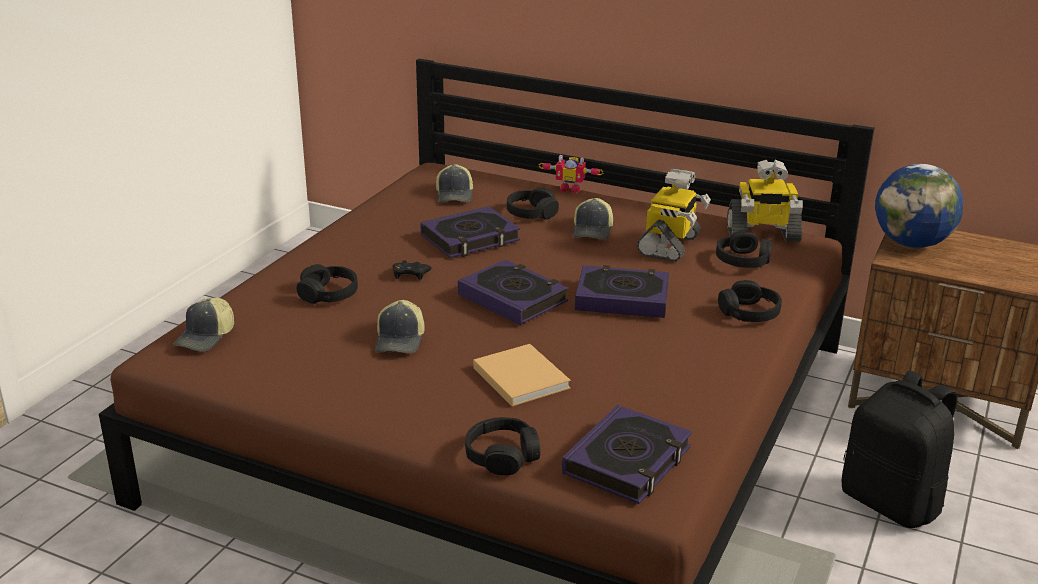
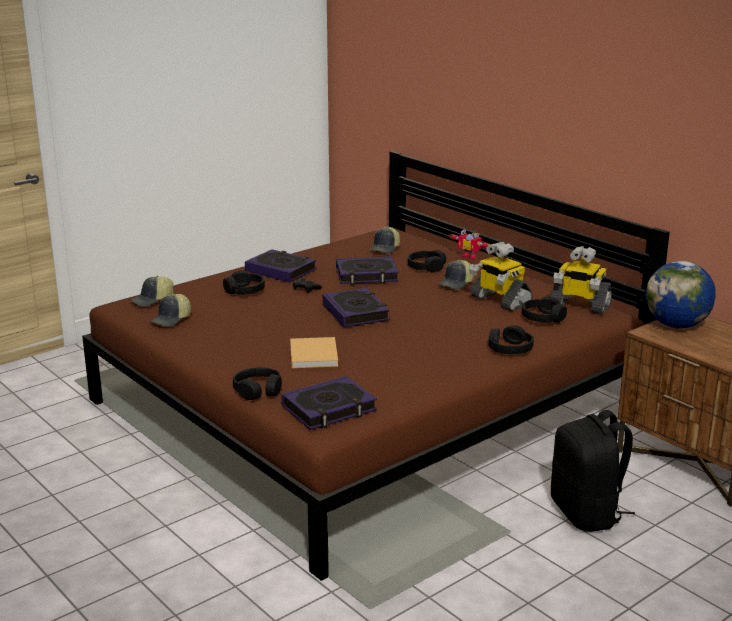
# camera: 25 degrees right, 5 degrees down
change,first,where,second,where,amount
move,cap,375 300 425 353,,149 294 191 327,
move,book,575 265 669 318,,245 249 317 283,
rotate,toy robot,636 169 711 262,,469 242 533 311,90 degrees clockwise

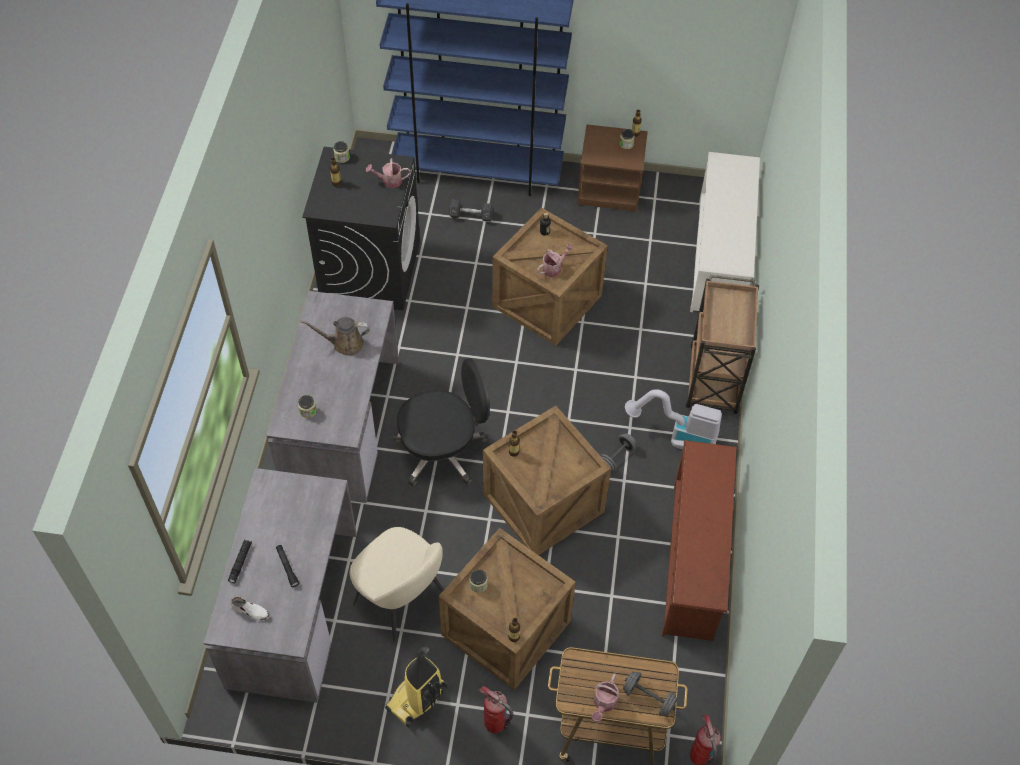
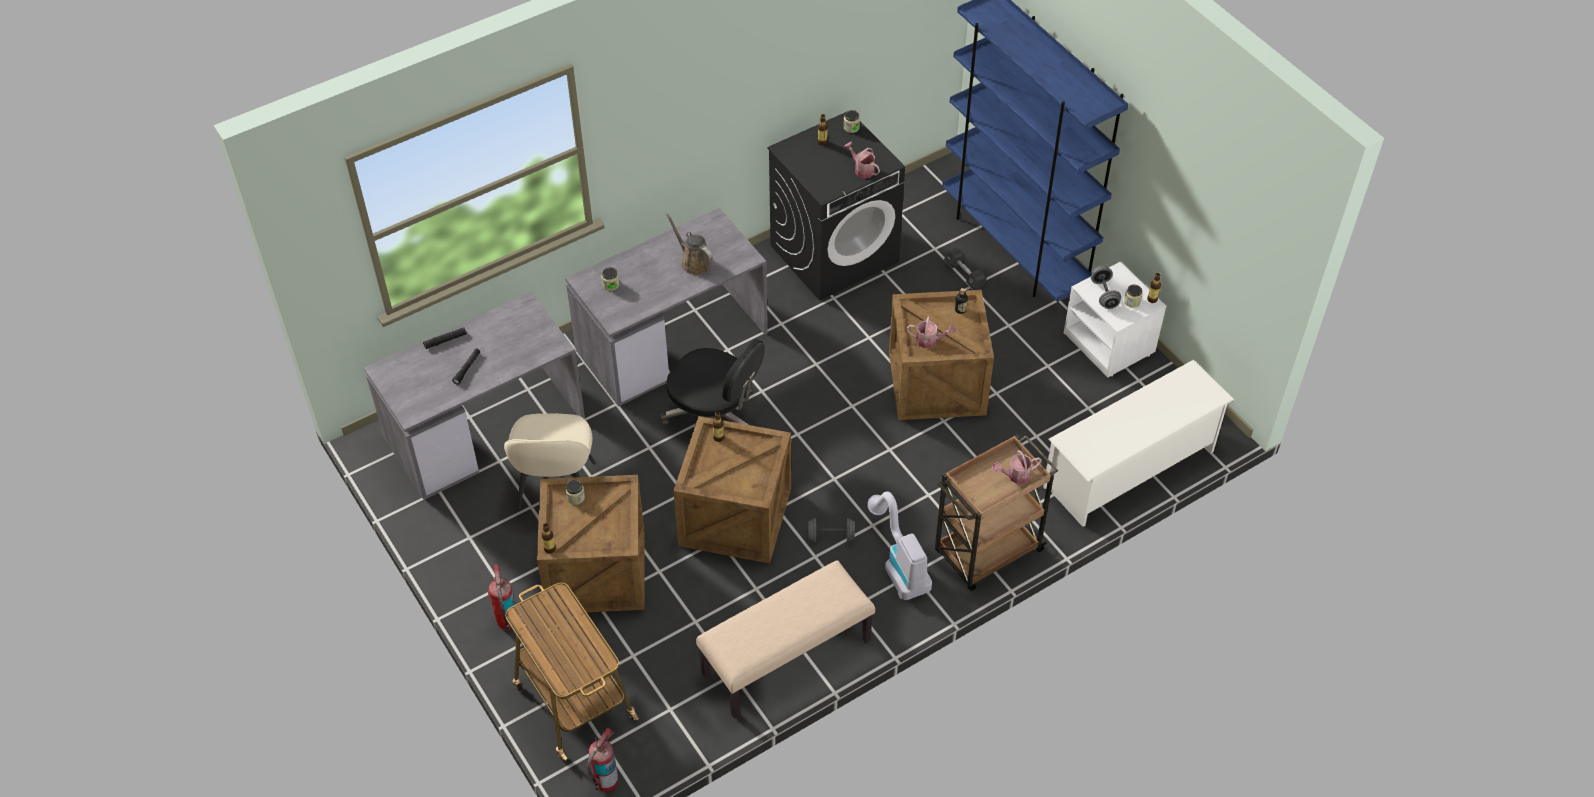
# camera: 50 degrees right, 5 degrees down
change,first,where,second,where,amount
delete,shoe (white),231 597 269 620,,,
delete,vacuum cleaner,385 647 447 727,,,
recolor,nightstand (brown),577 124 648 212,nightstand (white),1064 262 1166 378,
move,watering can,592 673 620 722,,992 450 1042 484,
move,dumbbell (grey),623 672 678 716,,1091 266 1121 309,
replace,shoe rack (brown),662 440 736 641,bench (beige),696 560 875 718,

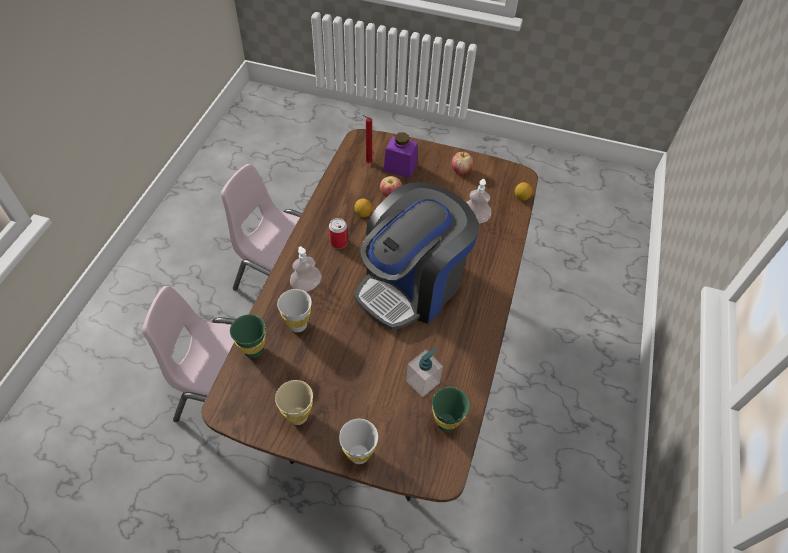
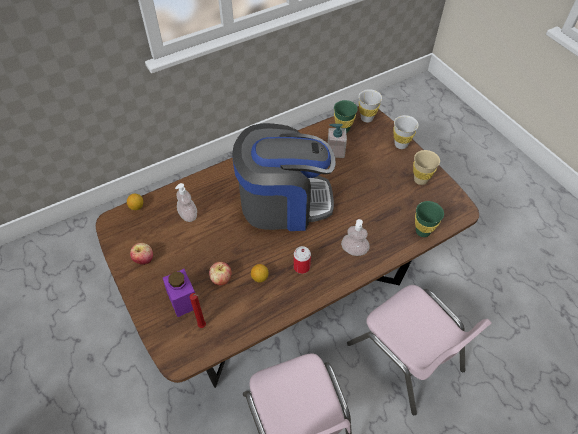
# camera: 135 degrees left, 0 degrees up
change,first,where,second,where,amount
move,cup (white),277 289 312 332,,359 89 382 122,

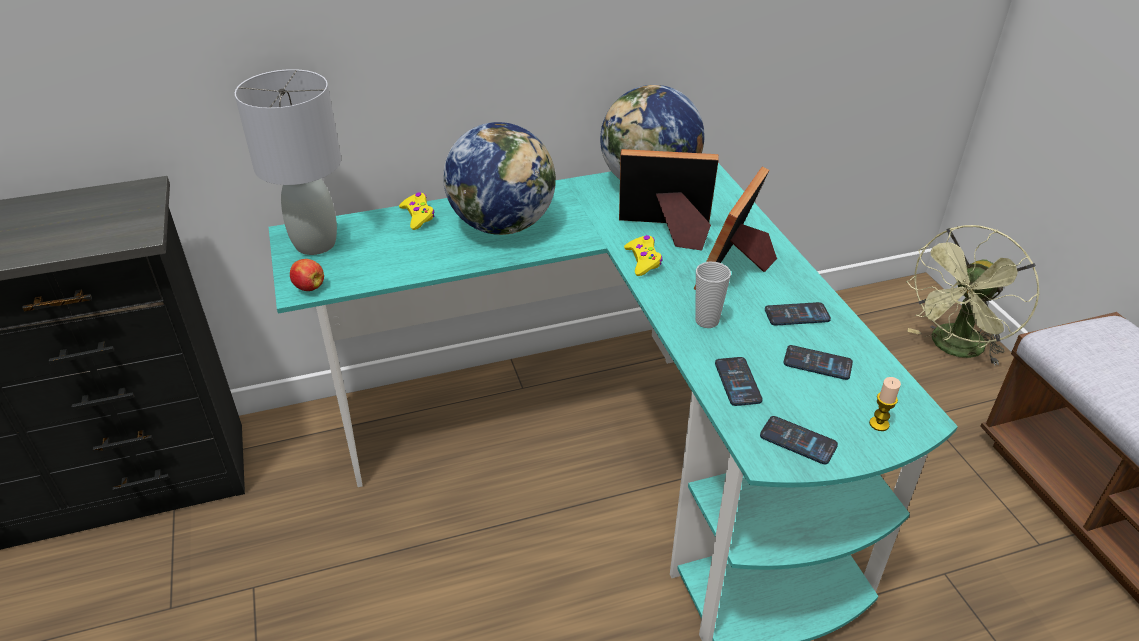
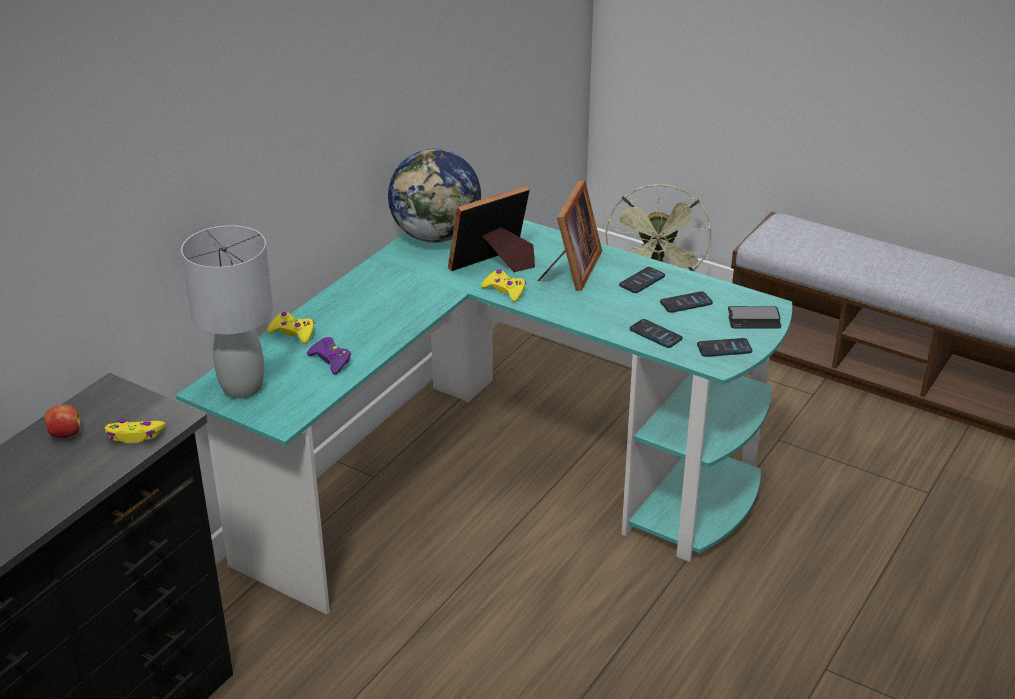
# camera: 40 degrees left, 5 degrees down
change,first,where,second,where,amount
move,apple,290 259 324 291,,44 404 81 438,
delete,globe,443 122 556 235,,,
rotate,picture frame,694 167 777 290,,538 180 602 291,150 degrees counterclockwise
delete,cup,695 262 731 328,,,
replace,candle,869 377 901 431,phone,728 306 781 329,
insert,,,game controller (yellow),105 419 166 443,
insert,,,game controller (purple),307 337 351 374,

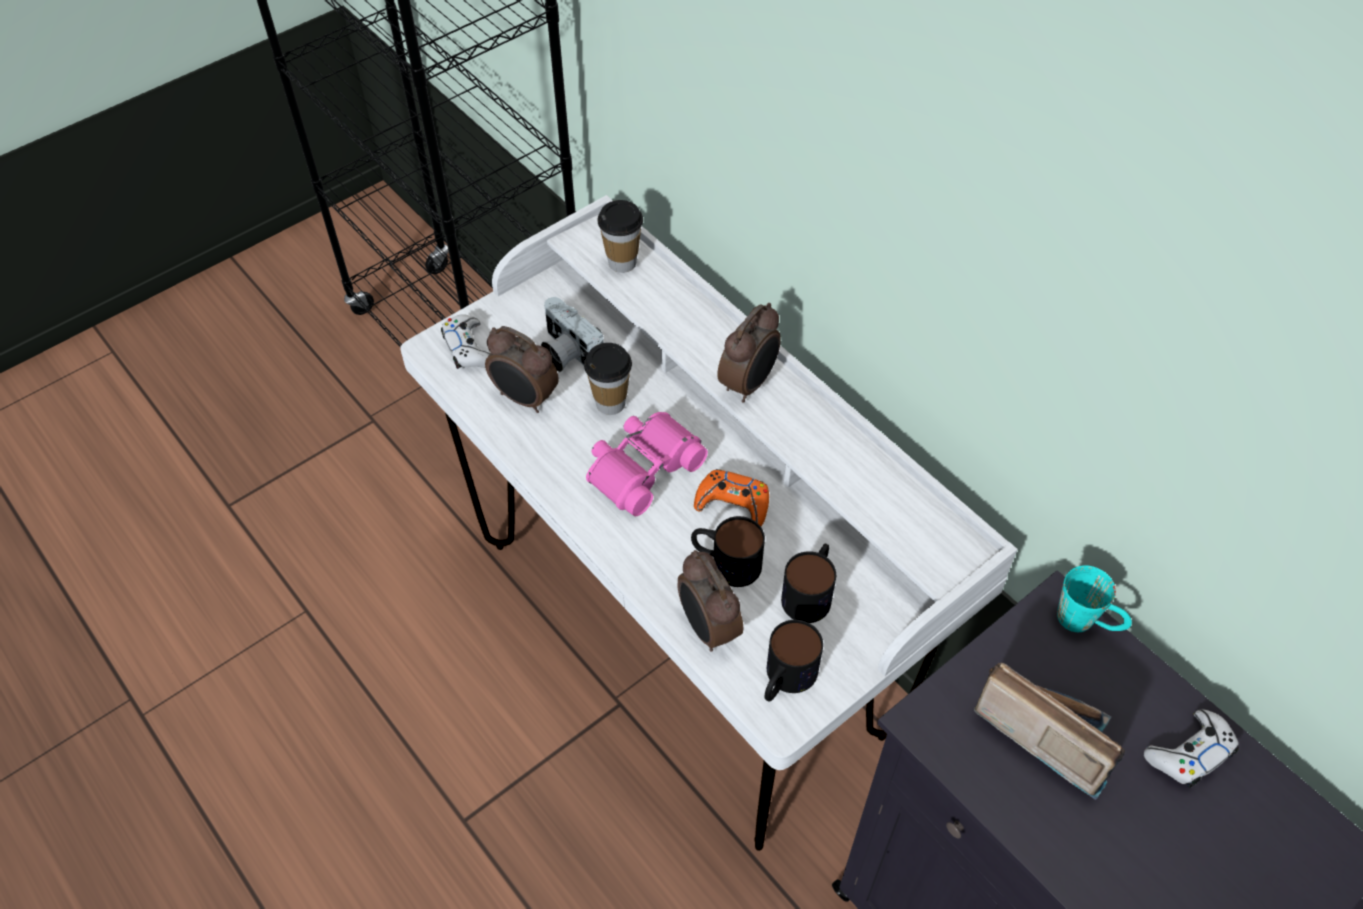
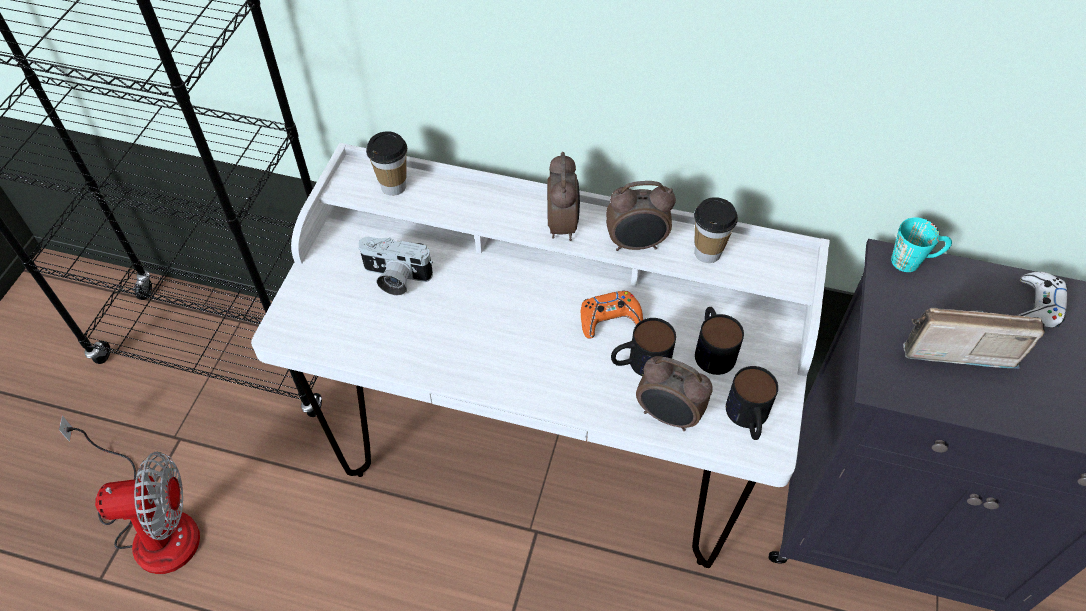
# camera: 35 degrees left, 0 degrees up
change,first,where,second,where,amount
delete,game controller (white),441 314 490 369,,,
move,alarm clock,485 326 559 413,,606 181 676 251,
move,cup,584 343 632 415,,694 197 738 263,
delete,binoculars (pink),586 412 708 516,,,
insert,,,fan,59 415 200 574,

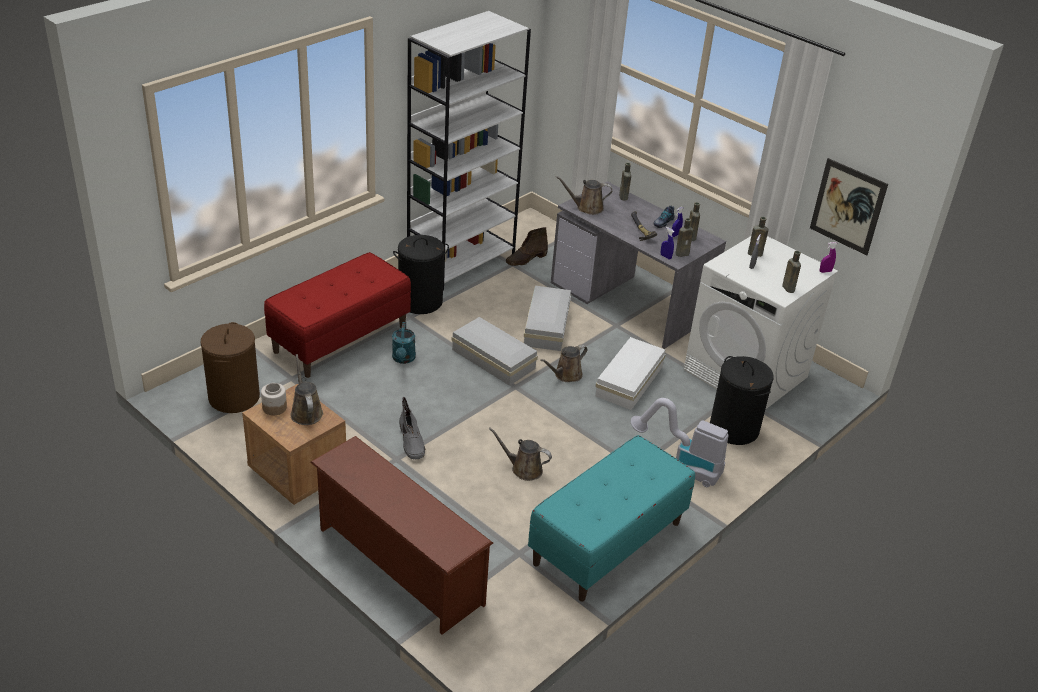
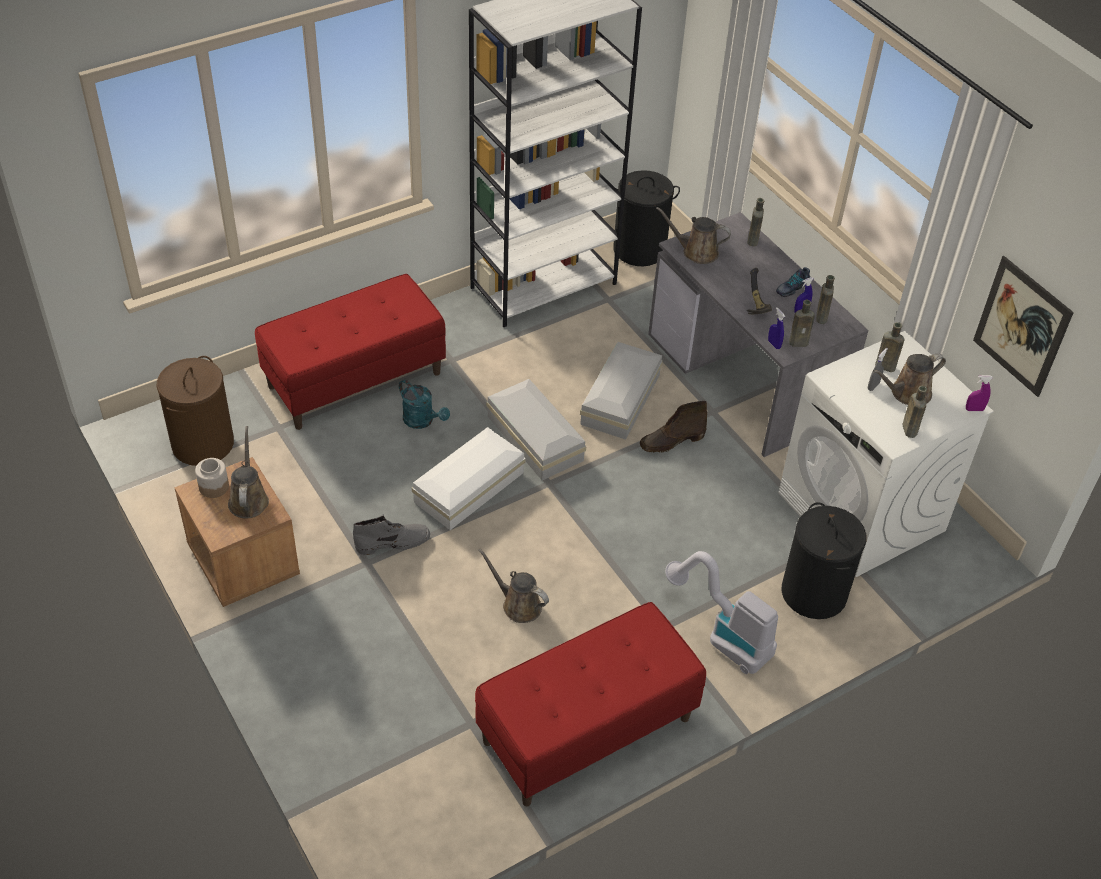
# camera: 15 degrees right, 10 degrees up
change,first,where,second,where,amount
delete,shoe rack (brown),310 436 493 635,,,
rotate,watering can (turquoise),392 322 416 364,,399 380 450 429,60 degrees counterclockwise
move,laundry basket (black),393 235 449 314,,613 170 680 266,
rotate,boot (grey),399 397 425 460,,353 514 430 555,105 degrees counterclockwise
move,boot (brown),506 227 548 266,,640 401 707 453,
recolor,bench (turquoise),528 435 695 602,bench (red),475 602 706 807,
move,watering can (brown),540 344 588 382,,873 354 946 405,
move,storage box (white),595 337 666 410,,412 427 526 530,

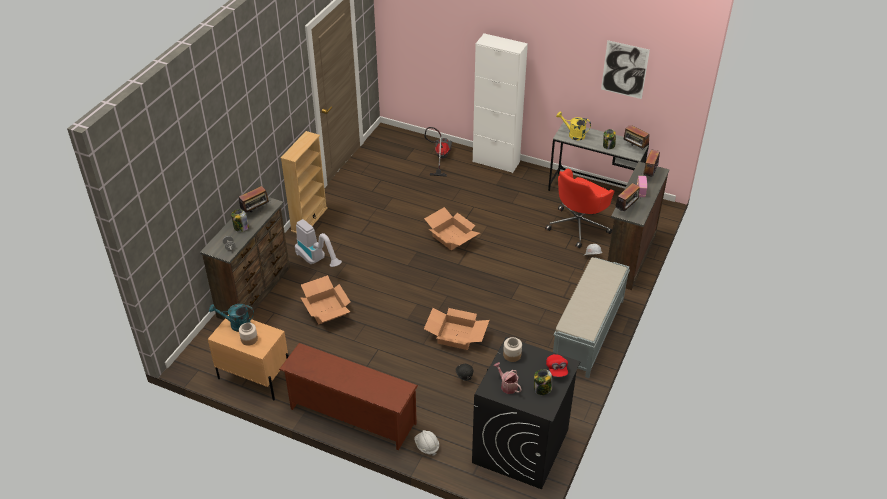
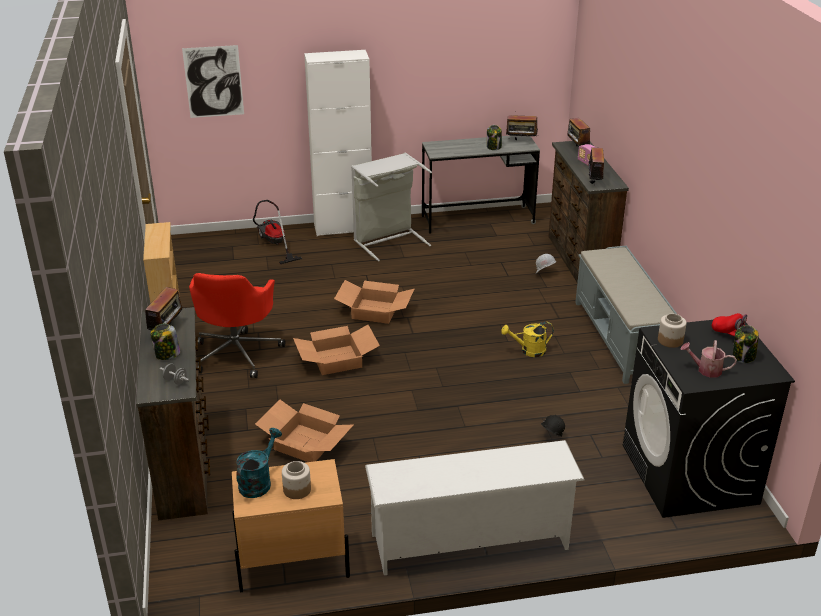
# camera: 35 degrees left, 10 degrees down
change,first,where,second,where,amount
rotate,watering can (turquoise),209 304 254 332,,236 428 282 498,150 degrees clockwise
recolor,shoe rack (brown),279 343 418 450,shoe rack (white),365 440 585 575,
delete,vacuum cleaner,295 219 342 267,,,
delete,hard hat (white),414 430 439 456,,,
move,cardboard box,424 308 489 350,,293 325 380 375,
move,office chair (red),545 168 614 248,,189 273 285 378,
move,watering can (yellow),556 111 591 140,,501 322 554 357,
move,picture,601 40 650 99,,182 45 244 118,
insert,,,laundry basket (grey),351 152 432 262,

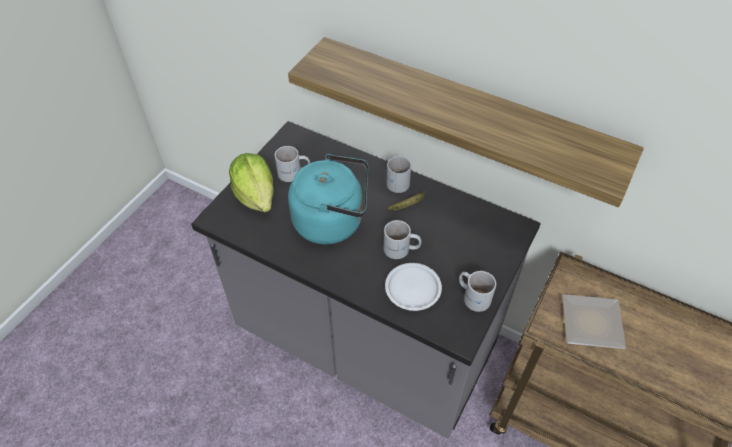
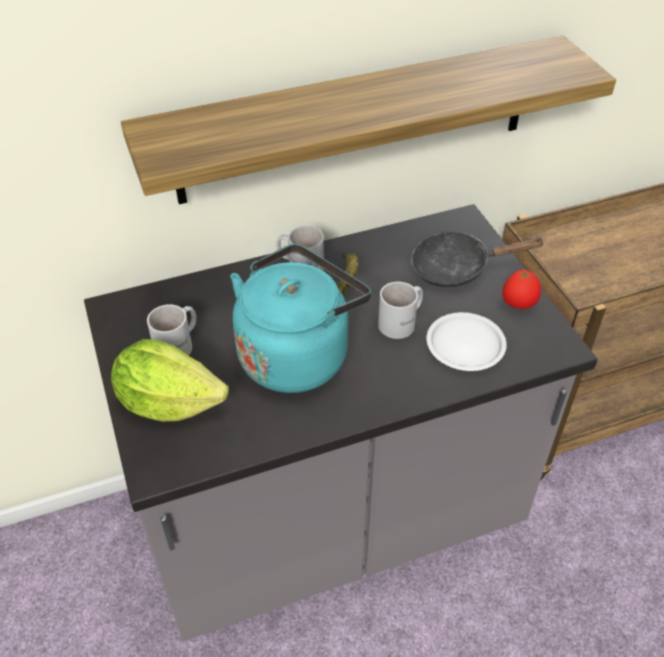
# camera: 50 degrees left, 5 degrees down
change,first,where,second,where,amount
replace,mug (white),459 271 496 312,tomato,502 269 541 309,
delete,plate,562 294 626 349,,,
insert,,,frying pan (black),411 231 544 287,

